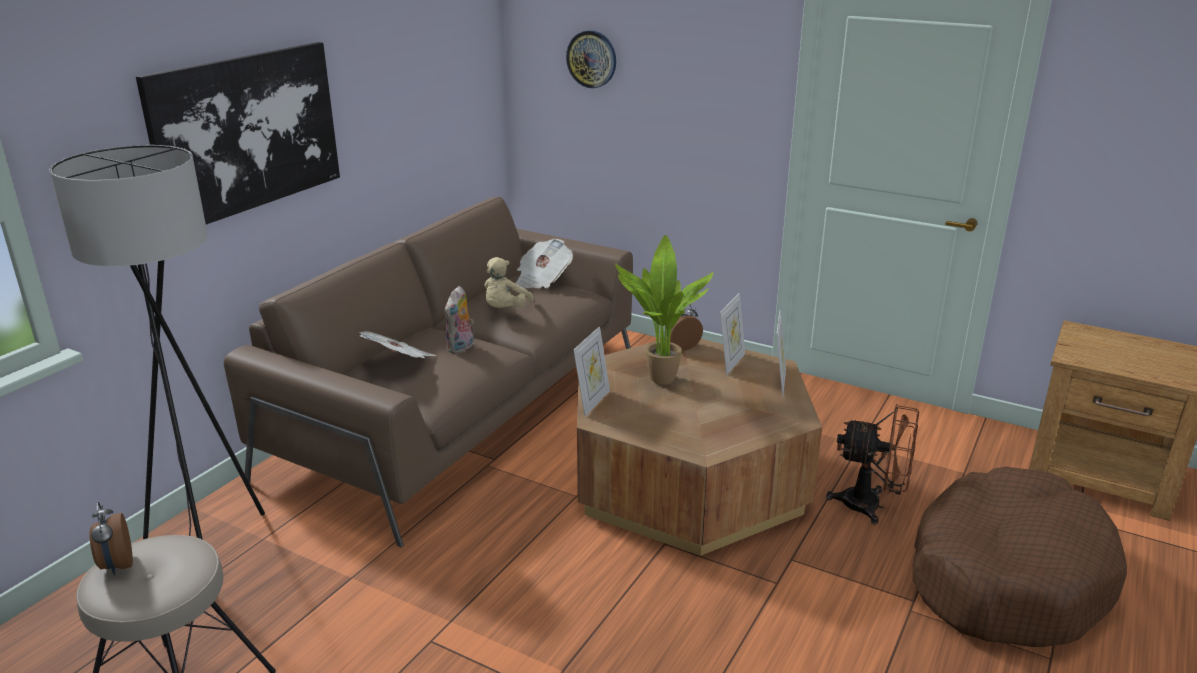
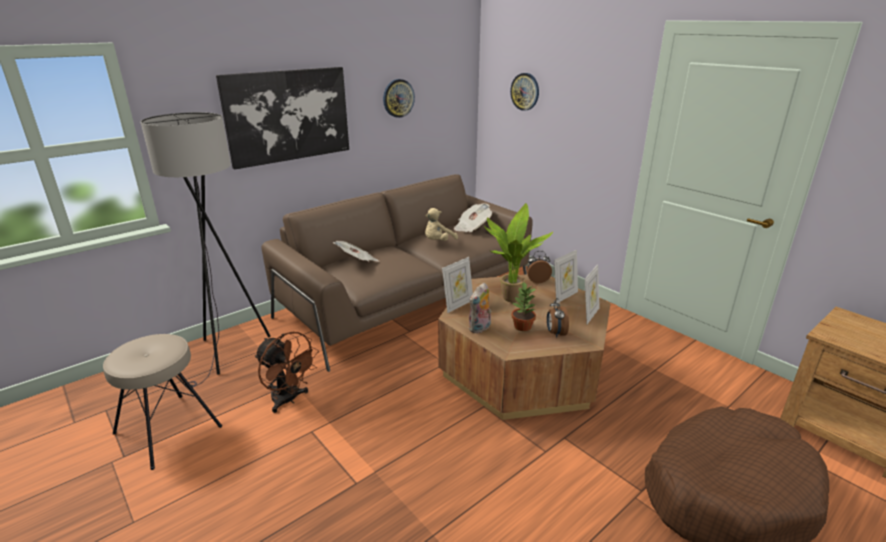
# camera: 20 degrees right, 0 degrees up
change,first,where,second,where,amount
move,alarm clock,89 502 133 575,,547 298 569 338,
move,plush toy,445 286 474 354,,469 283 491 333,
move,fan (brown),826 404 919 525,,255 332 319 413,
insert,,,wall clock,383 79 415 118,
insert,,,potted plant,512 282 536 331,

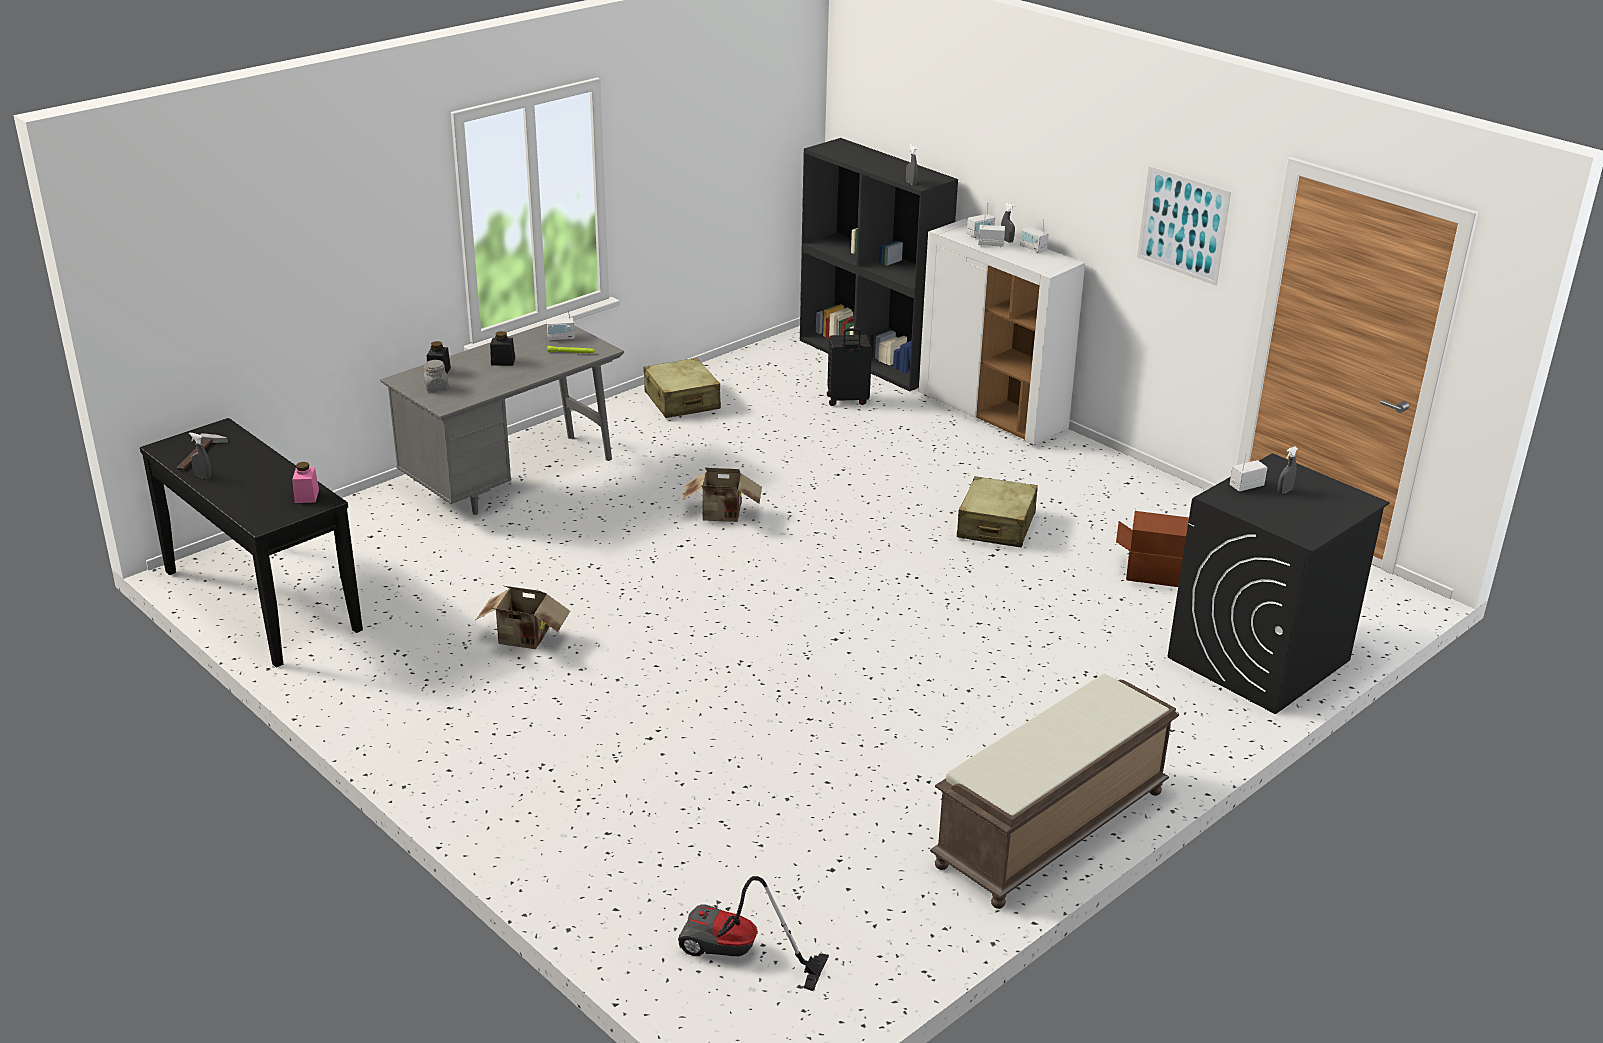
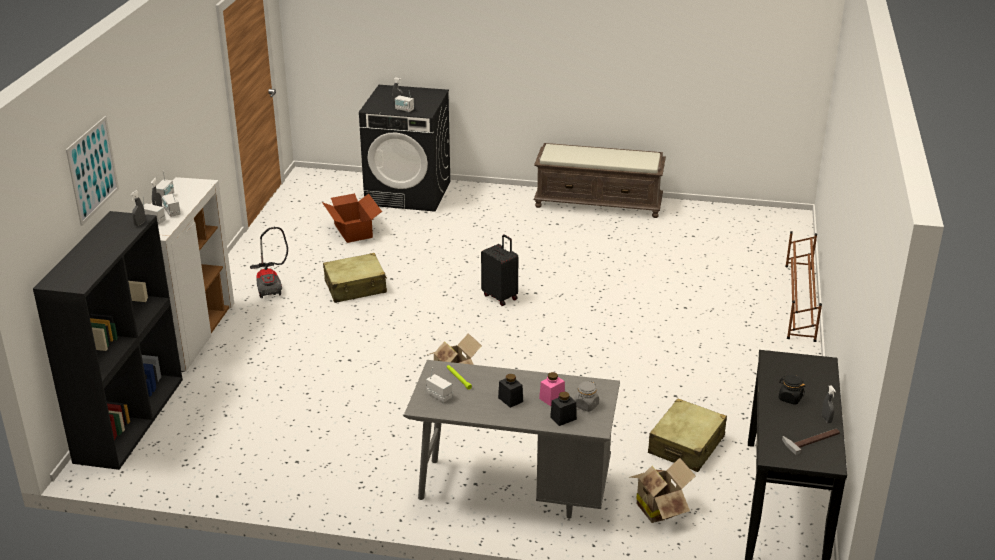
# camera: 125 degrees left, 0 degrees up
change,first,where,second,where,amount
move,jar (pink),292 462 319 503,,539 372 565 406,
move,cardboard box,476 586 570 649,,631 458 696 523,
move,suitcase (beige),643 358 721 418,,648 398 727 472,
move,vacuum cleaner,678 876 829 991,,250 227 288 298,
move,suitcase (black),827 328 872 406,,481 234 518 306,
move,picture,1137 166 1231 285,,66 116 119 226,
insert,,,jar (black),779 375 805 405,
insert,,,shoe rack (brown),785 231 822 342,

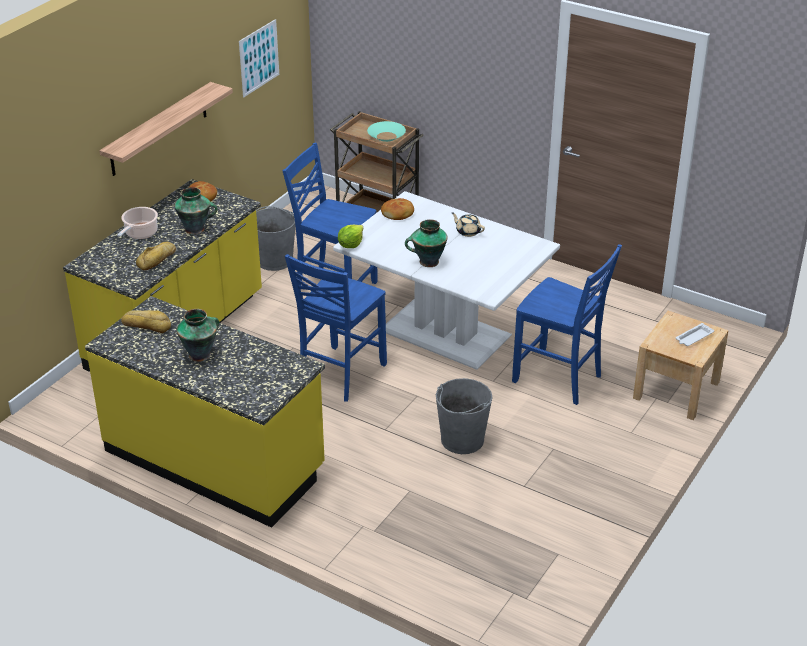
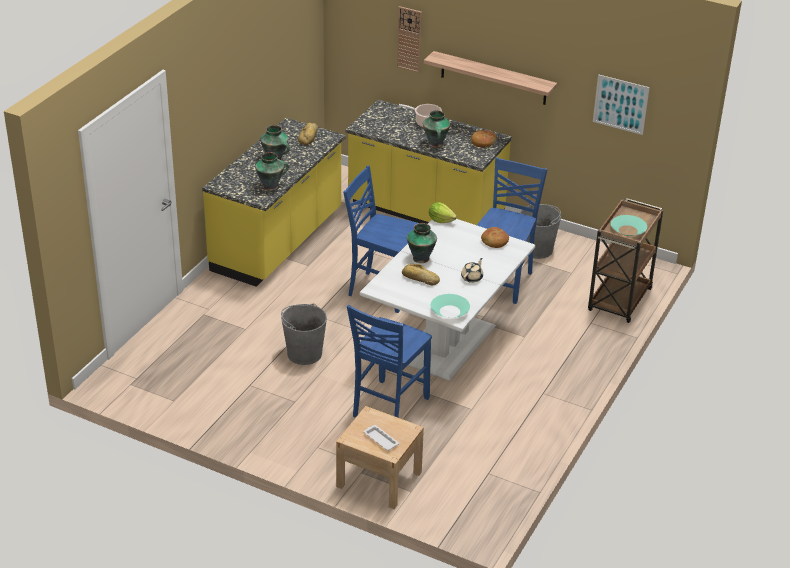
# camera: 85 degrees right, 0 degrees up
change,first,where,second,where,amount
move,bread,136 242 176 270,,402 264 440 286,
insert,,,vase,255 152 289 191,
insert,,,wall clock,397 6 422 73,
insert,,,bowl (turquoise),431 294 470 318,

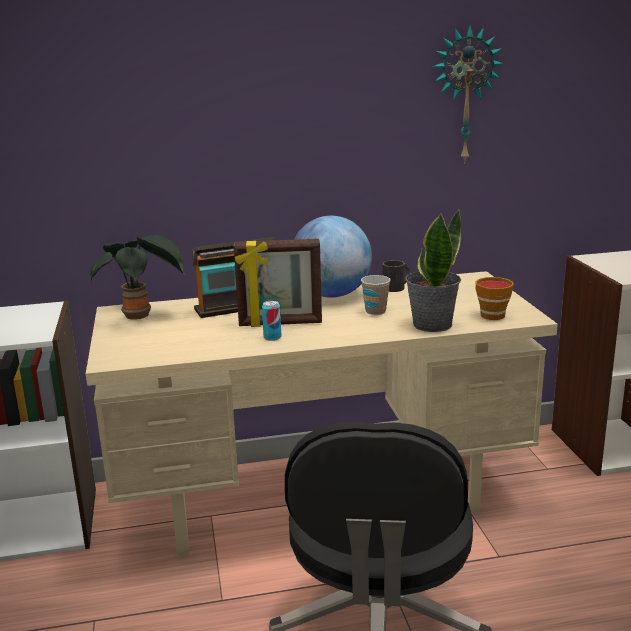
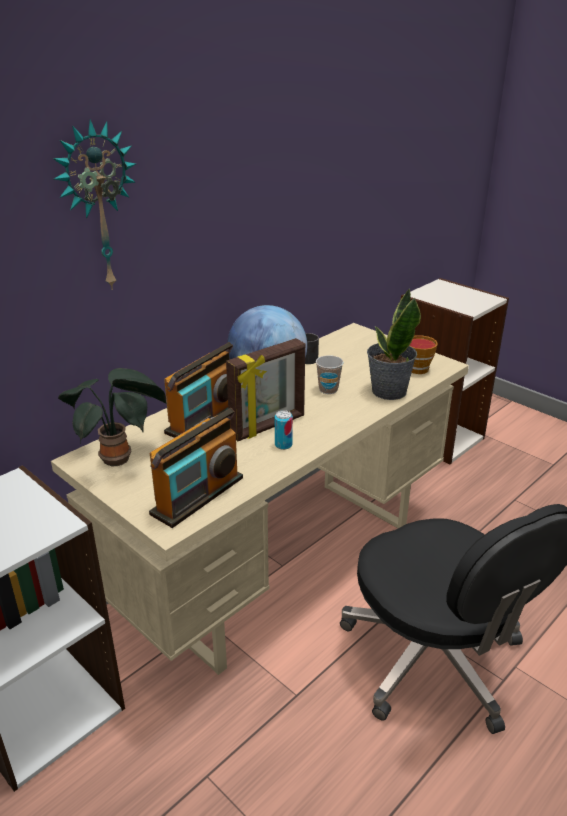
# camera: 35 degrees left, 10 degrees up
change,first,where,second,where,amount
move,wall clock,432 25 504 164,,53 119 136 290,
insert,,,radio,149 408 243 528,

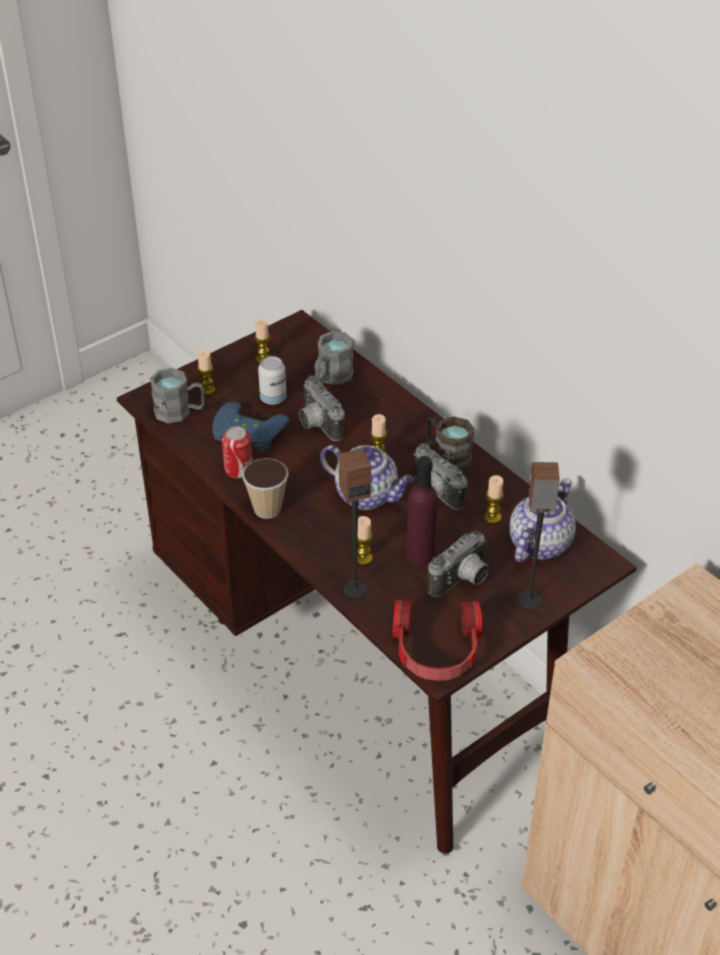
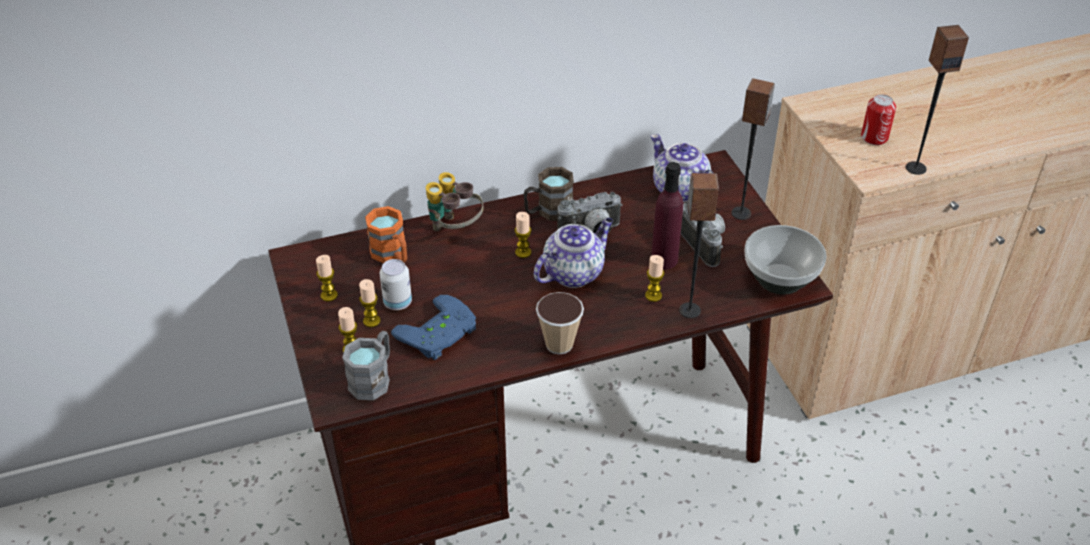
# camera: 70 degrees left, 0 degrees up
change,first,where,second,where,amount
move,can,222 427 253 478,,861 94 896 145,
delete,photo camera,299 375 345 441,,,
recolor,mug (grey),315 331 354 385,mug (orange),365 206 407 263,
replace,headphones,393 600 482 681,bowl,744 225 827 295,
move,candle,484 475 504 523,,359 279 380 327,
insert,,,binoculars,426 172 484 231,
insert,,,speaker,906 25 969 175,

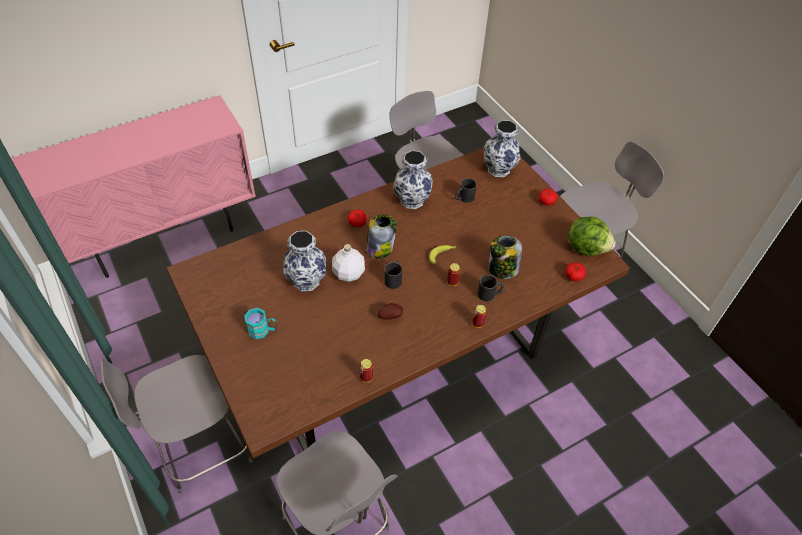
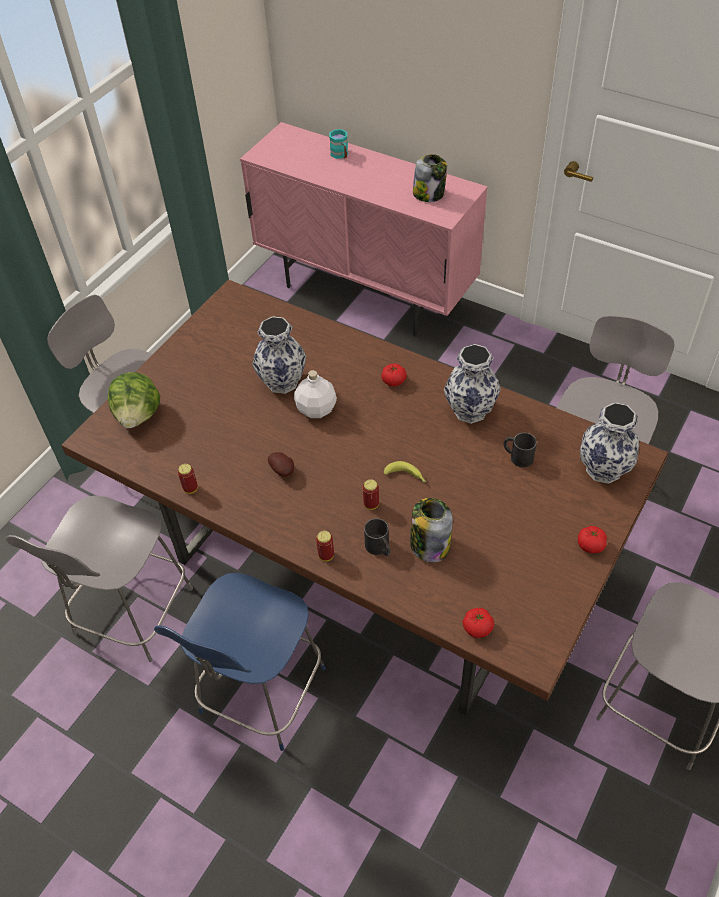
# camera: 65 degrees right, 0 degrees up
change,first,where,second,where,amount
move,mug (turquoise),244 308 277 339,,329 129 348 159,
move,jar,366 214 396 259,,413 154 447 202,
delete,mug (black),385 261 402 289,,,
move,lettuce,568 216 616 256,,108 372 160 428,
insert,,,chair (blue),154 573 326 751,

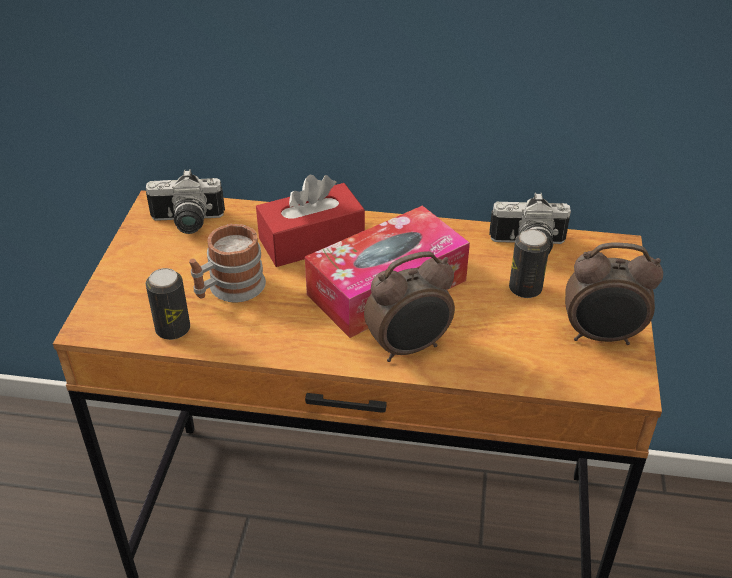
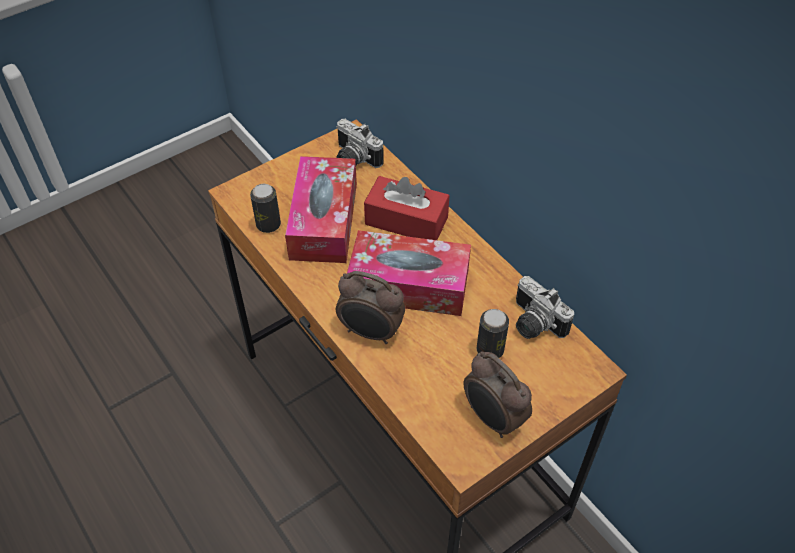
# camera: 45 degrees right, 10 degrees up
change,first,where,second,where,amount
replace,mug,189 223 266 302,tissue box,285 156 357 263,

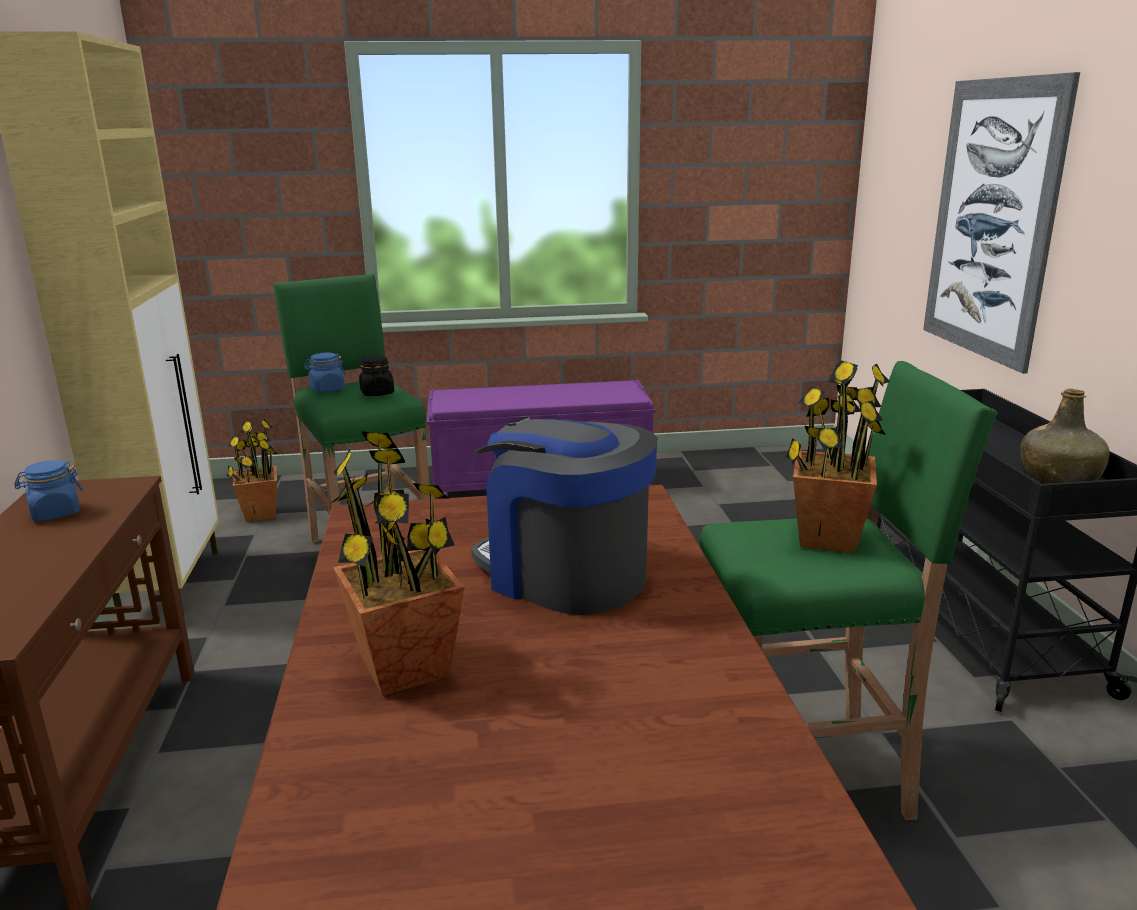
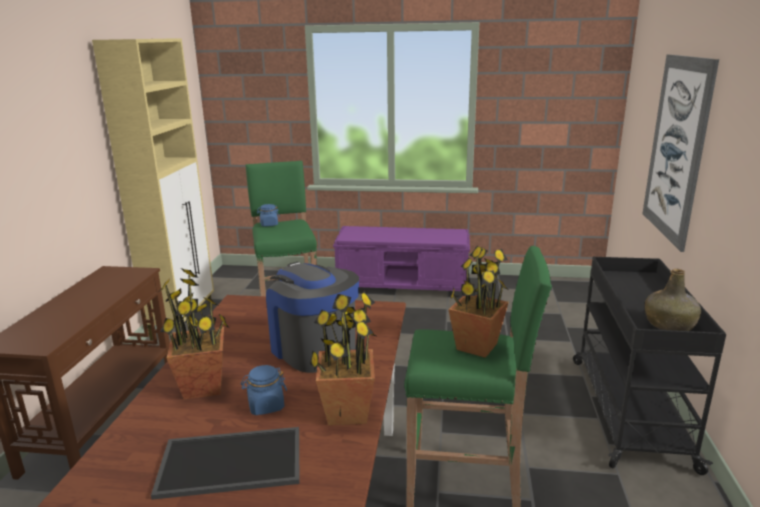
# camera: 15 degrees right, 0 degrees up
change,first,where,second,where,amount
move,jar (blue),14 460 83 521,,241 365 287 415,
move,potted plant,227 419 278 522,,309 291 378 425,
delete,jar (black),359 356 394 396,,,
insert,,,tray,151 427 300 500,

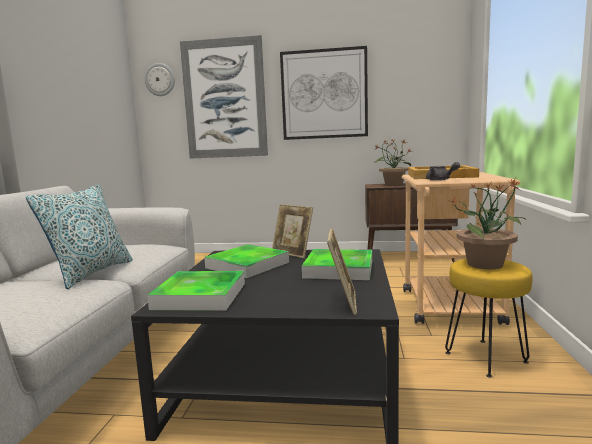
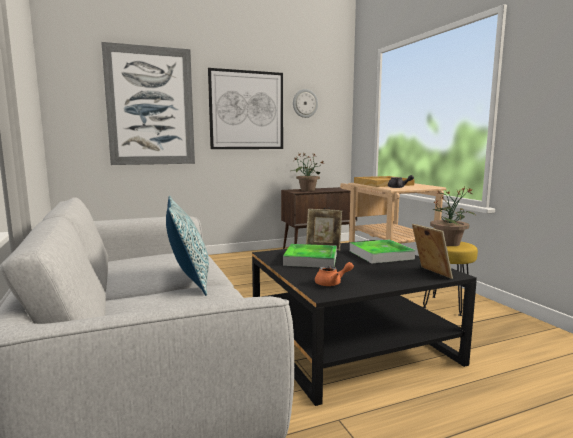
# camera: 30 degrees left, 0 degrees up
change,first,where,second,where,amount
move,wall clock,145 63 175 96,,293 89 318 118,
replace,tray,147 271 245 311,teapot (orange),315 262 354 286,

